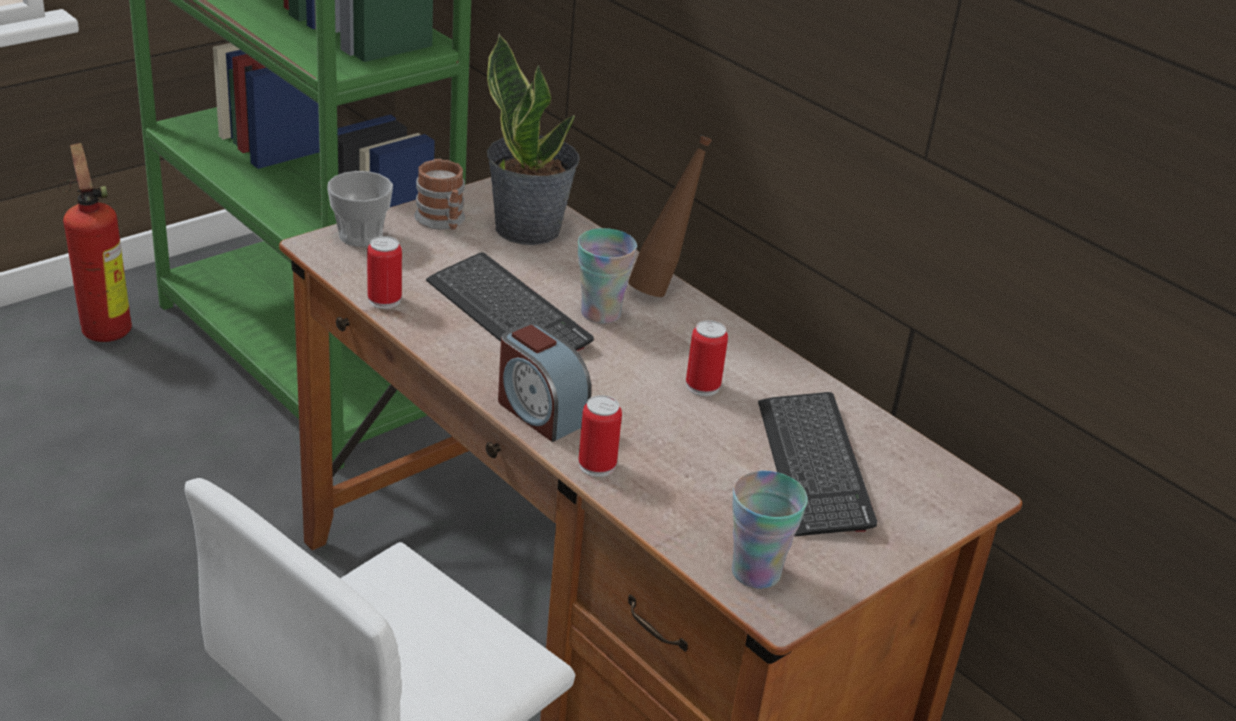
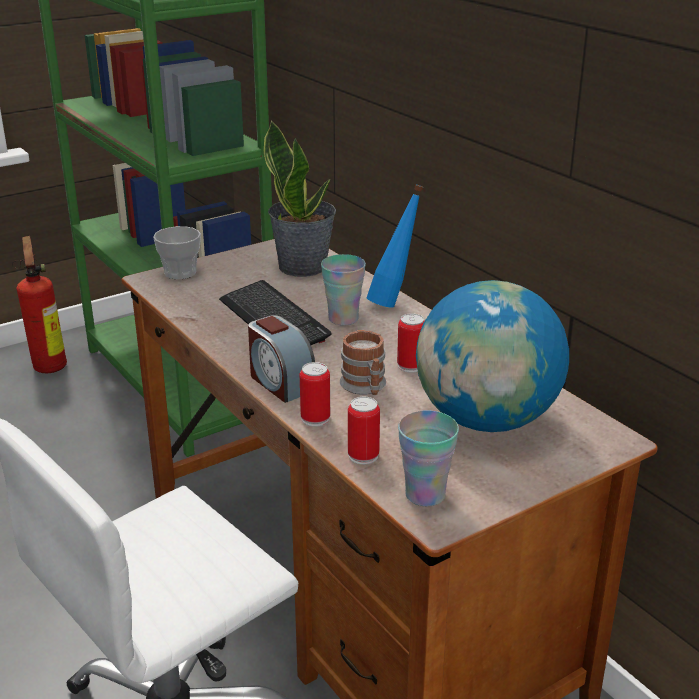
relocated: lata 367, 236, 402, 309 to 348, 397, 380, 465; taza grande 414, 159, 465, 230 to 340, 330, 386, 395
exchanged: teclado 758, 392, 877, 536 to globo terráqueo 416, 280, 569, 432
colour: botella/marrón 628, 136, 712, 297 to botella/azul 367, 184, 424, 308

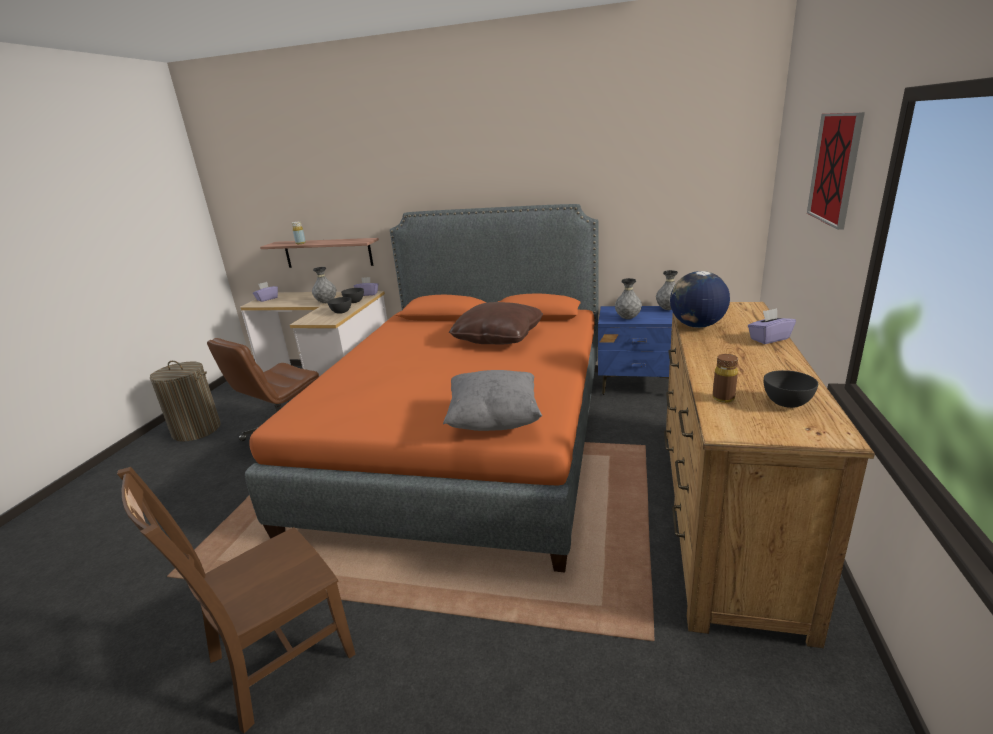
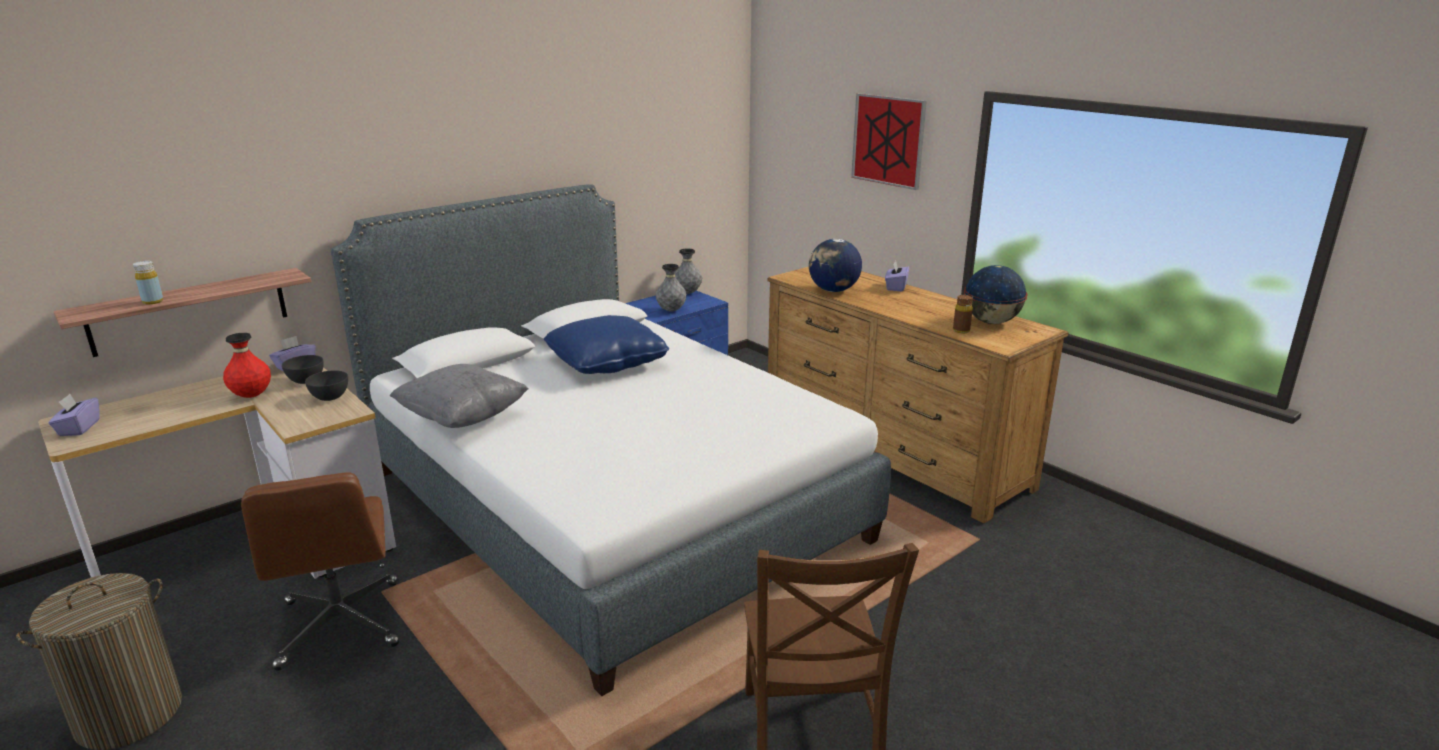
relocated: cojín/gris 443, 370, 542, 431 to 390, 364, 529, 428
exchanged: cuenco/gris 764, 370, 818, 408 to globo terráqueo 964, 265, 1028, 324
colour: cama/naranja 245, 204, 599, 573 to cama/blanco 331, 184, 891, 696; florero/gris 312, 267, 336, 303 to florero/rojo 223, 333, 271, 398; cojín/marrón 449, 302, 543, 345 to cojín/azul 544, 315, 669, 374

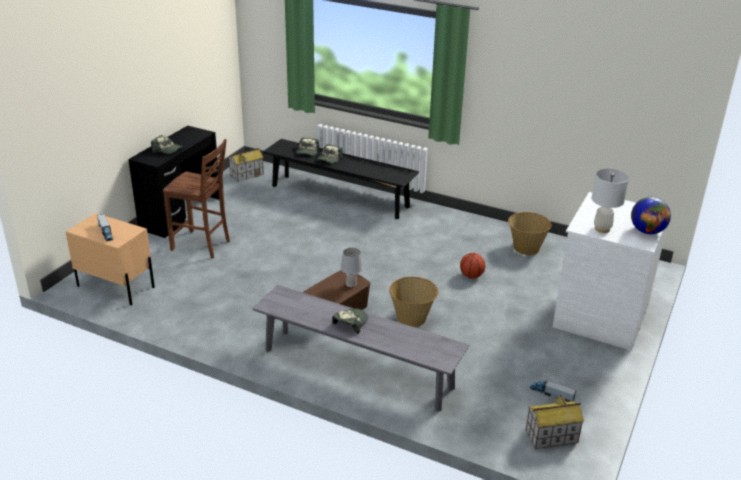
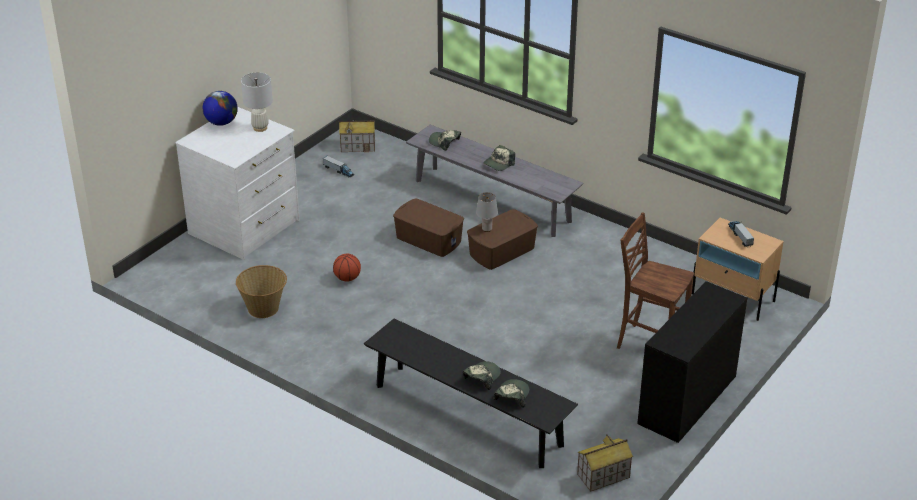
relocated: gorra 151, 135, 183, 154 to 429, 130, 461, 151
exchanged: cesta 389, 277, 438, 327 to caja de almacenaje/marrón 393, 199, 464, 257

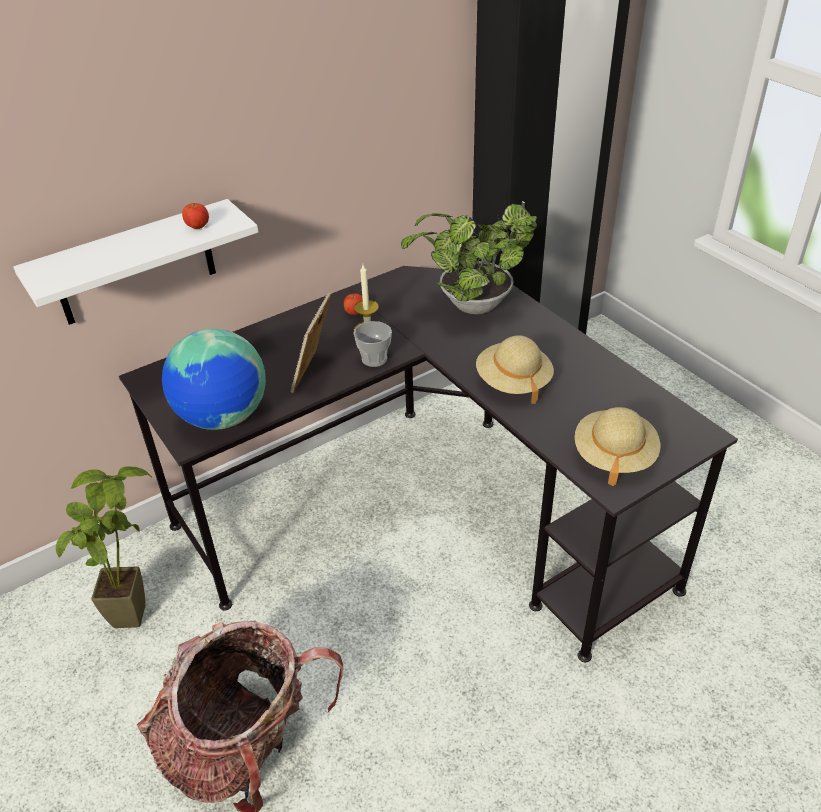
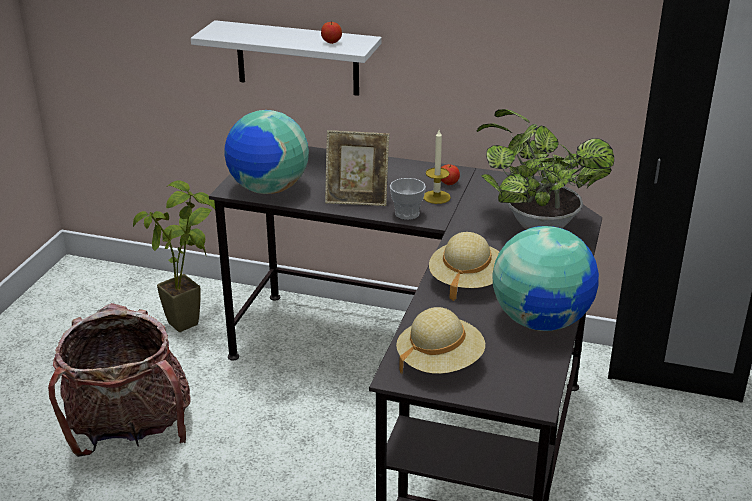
appeared: globo terráqueo 492, 226, 599, 331
spun: portarretratos 291, 293, 331, 393 = 325, 130, 389, 206 150 degrees counterclockwise

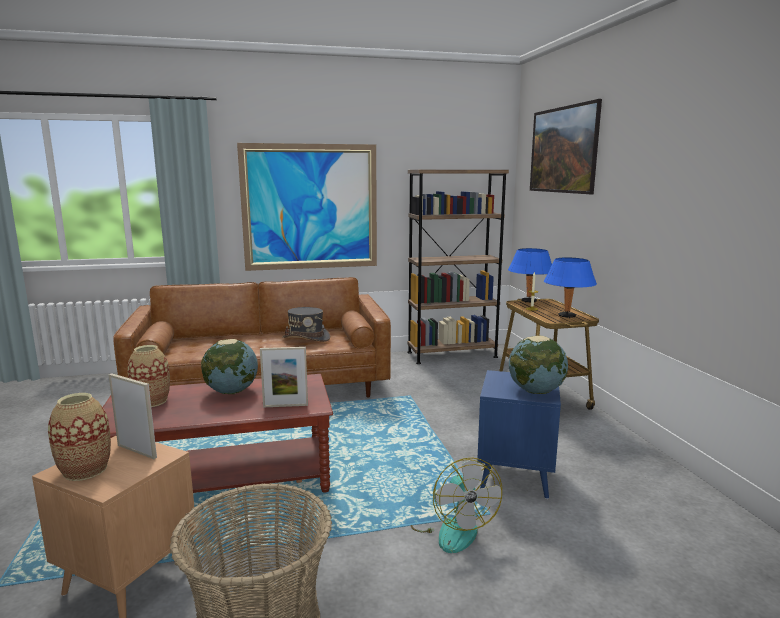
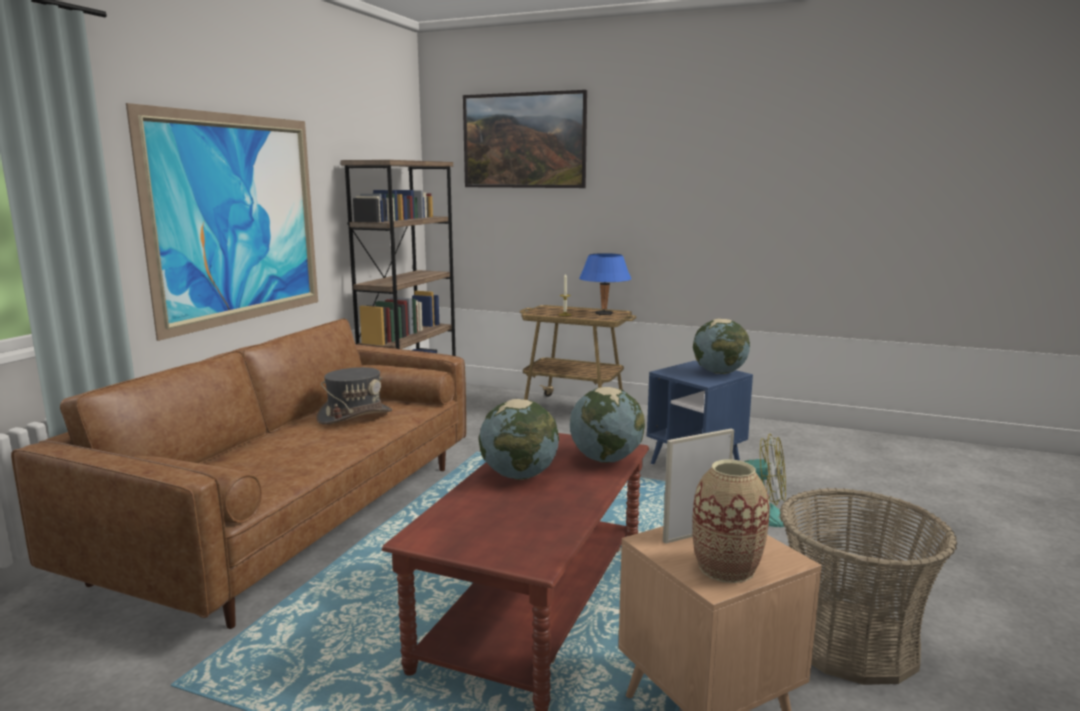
missing: florero 127, 345, 170, 407; lámpara de mesa/azul 508, 248, 552, 302
exchanged: portarretratos 260, 347, 308, 407 to globo terráqueo 570, 387, 645, 463

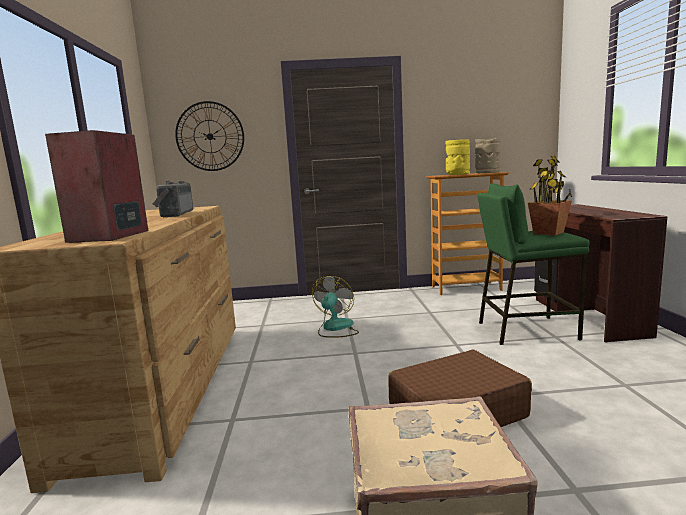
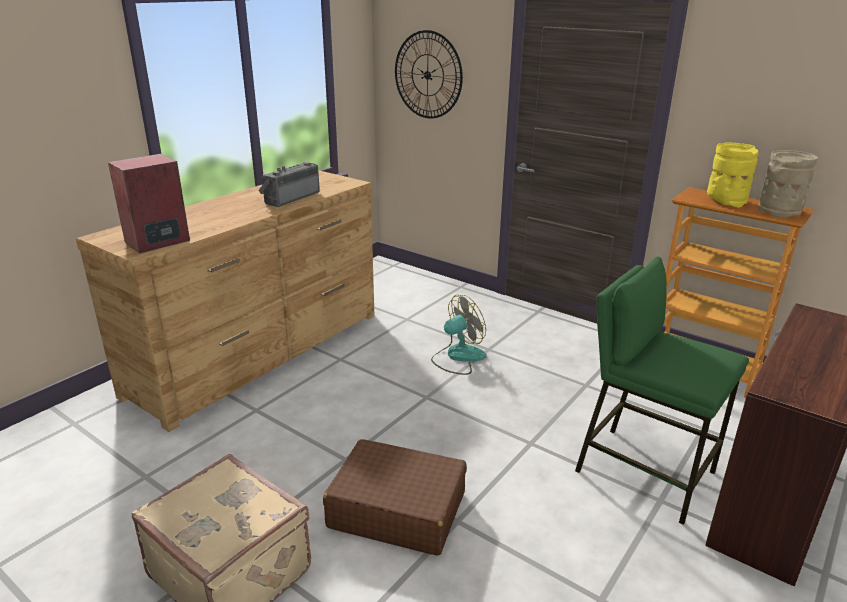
missing: planta en maceta 528, 156, 572, 236

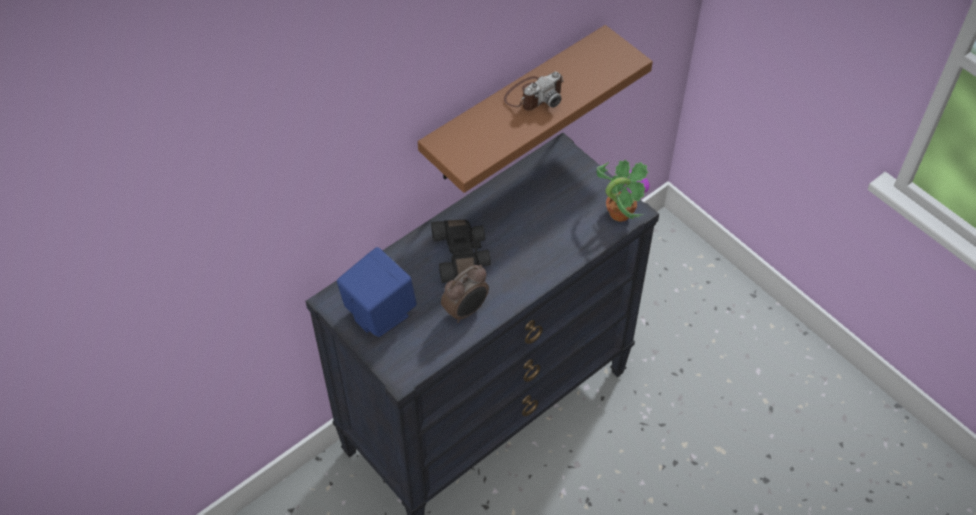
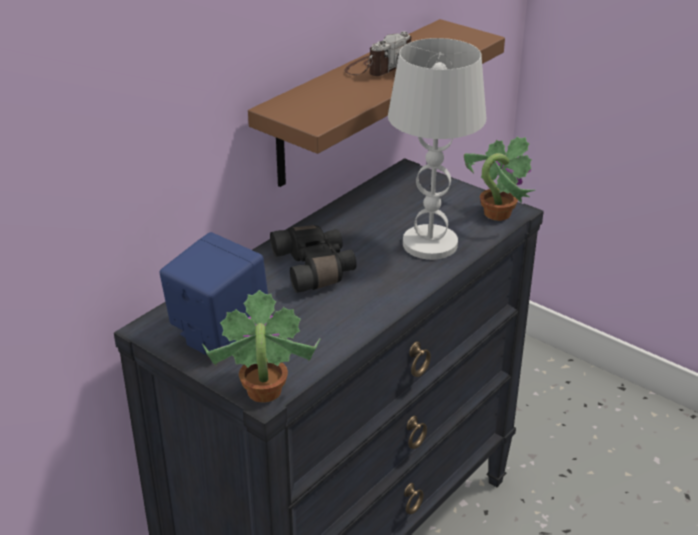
missing: despertador 441, 265, 489, 323
appeared: planta en maceta 202, 290, 320, 402; lámpara de mesa/blanco 388, 38, 486, 260

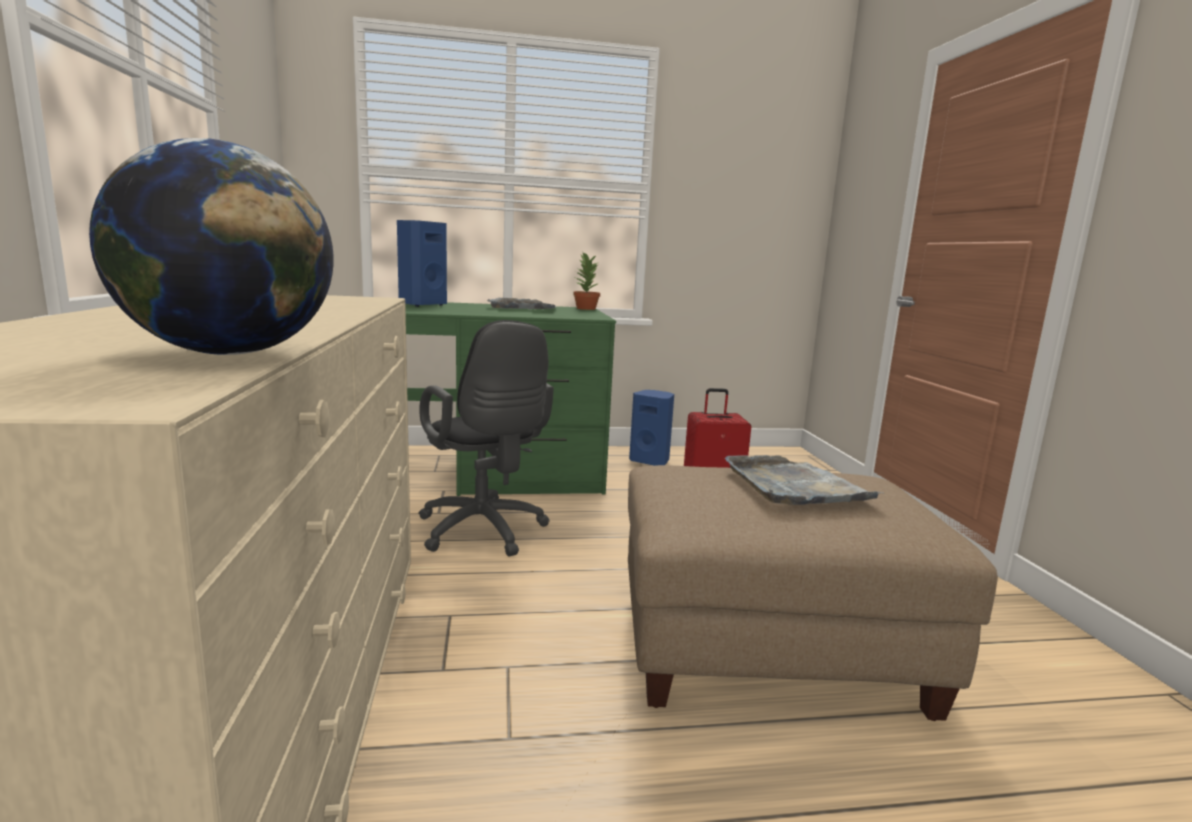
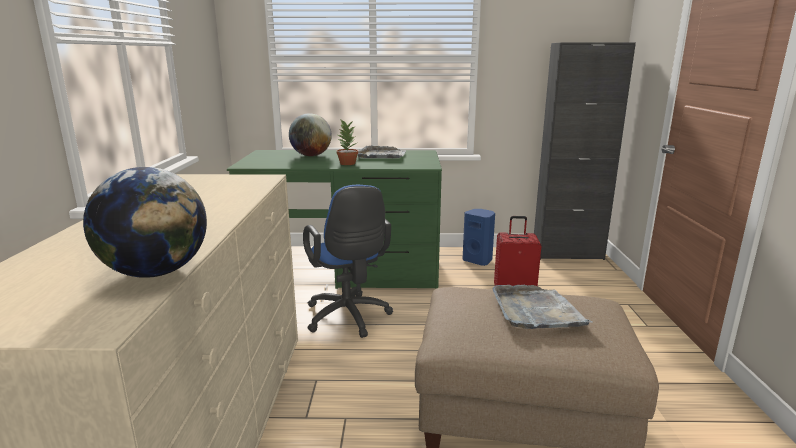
appeared: armario/negro 534, 43, 636, 260
relocated: planta en maceta 573, 253, 600, 310 to 336, 119, 358, 165
exchanged: altavoz/azul 397, 220, 447, 307 to globo terráqueo 289, 113, 332, 156
colour: silla de oficina/negro 418, 320, 554, 556 to silla de oficina/azul 303, 185, 393, 338

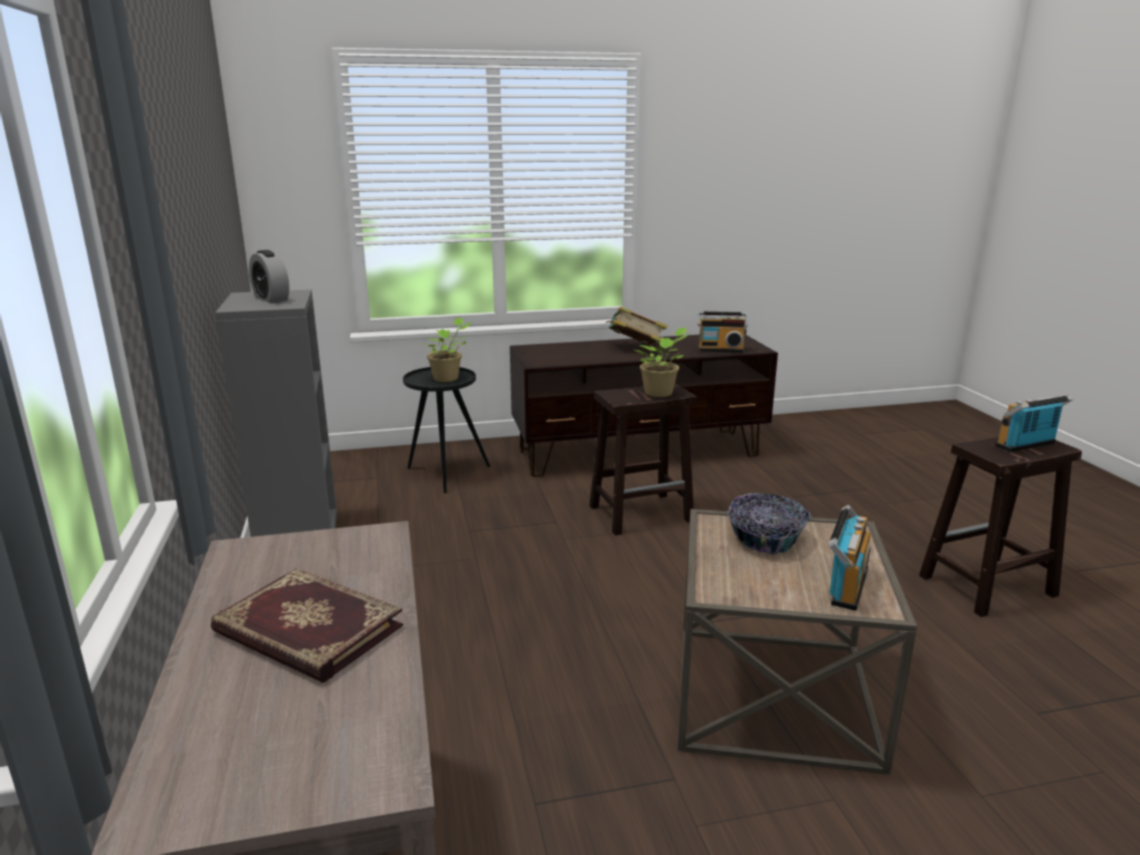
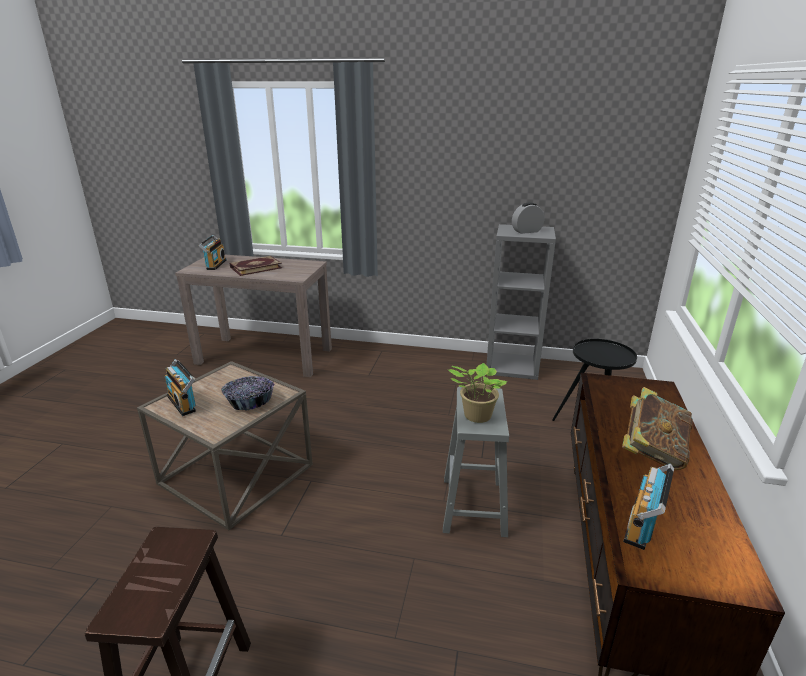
missing: planta en maceta 426, 318, 473, 382
relocated: radio 995, 395, 1073, 452 to 199, 235, 226, 270
colour: taburete/marrón 589, 383, 696, 536 to taburete/gris 443, 387, 509, 537

